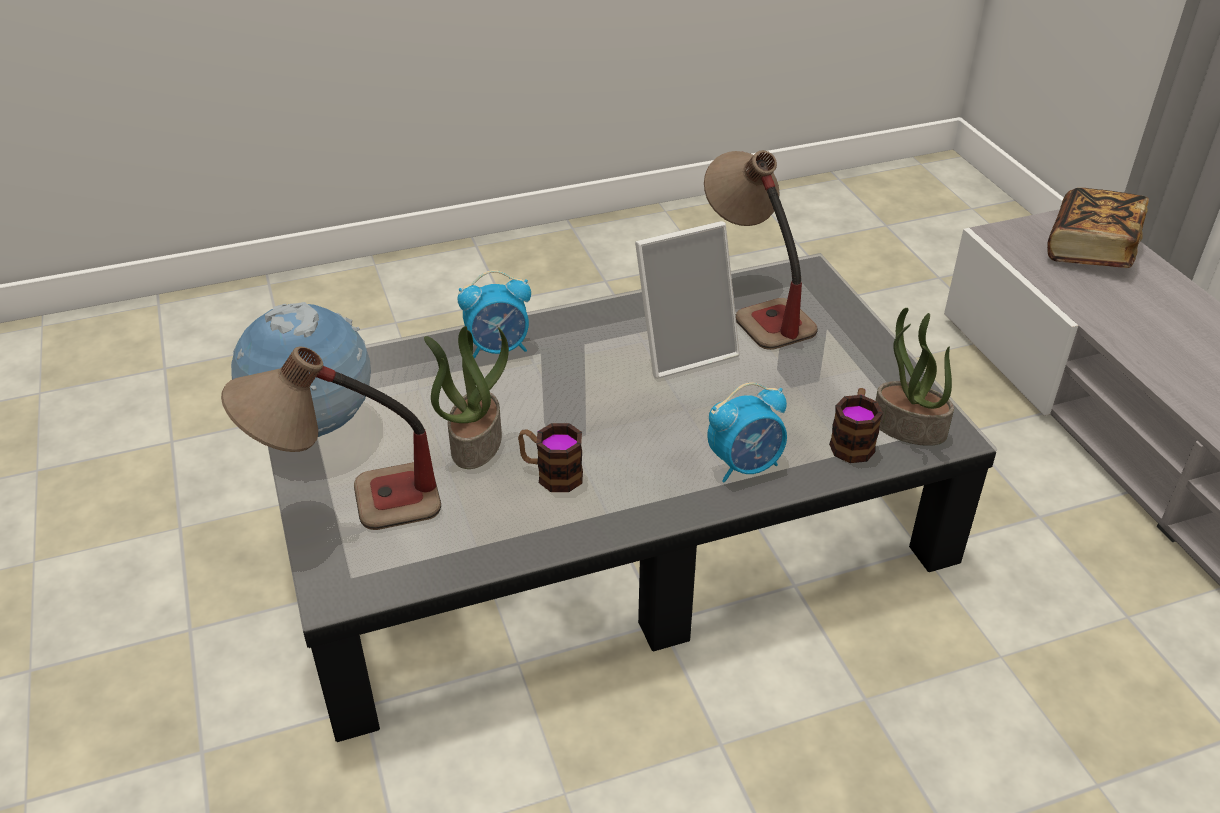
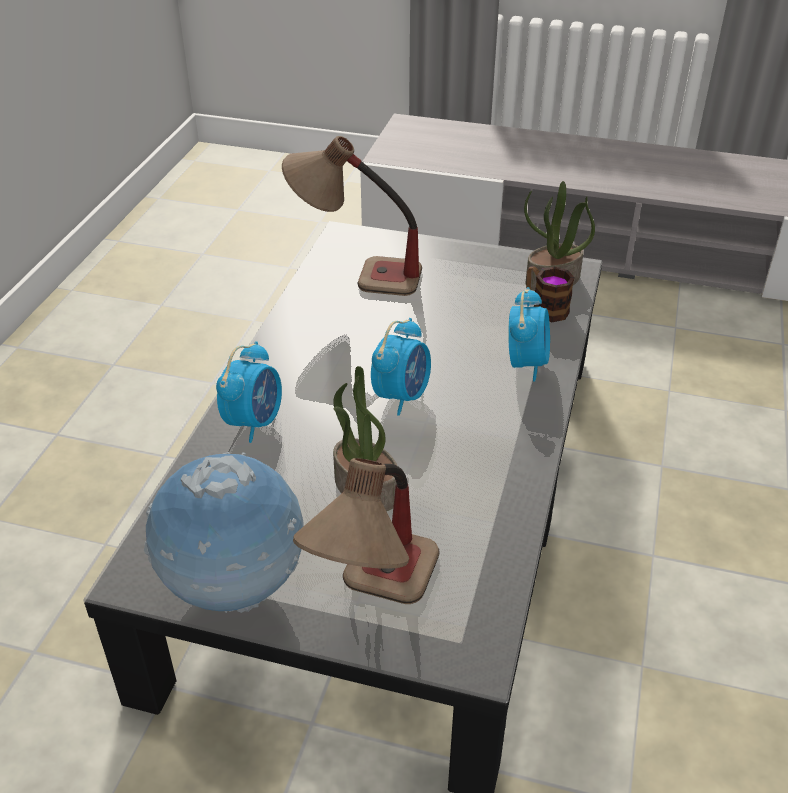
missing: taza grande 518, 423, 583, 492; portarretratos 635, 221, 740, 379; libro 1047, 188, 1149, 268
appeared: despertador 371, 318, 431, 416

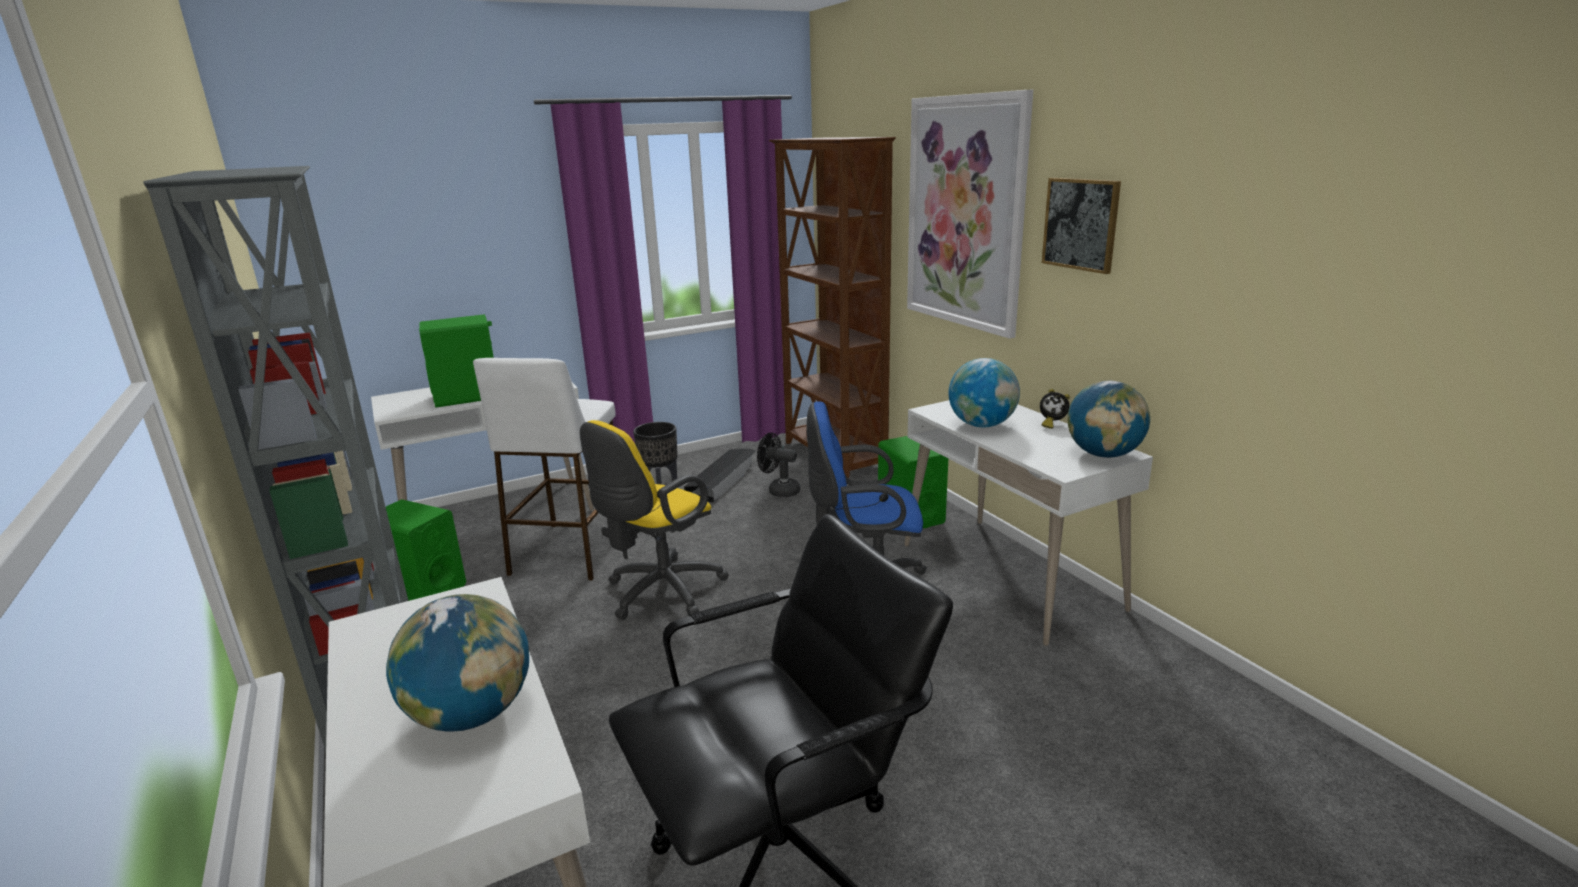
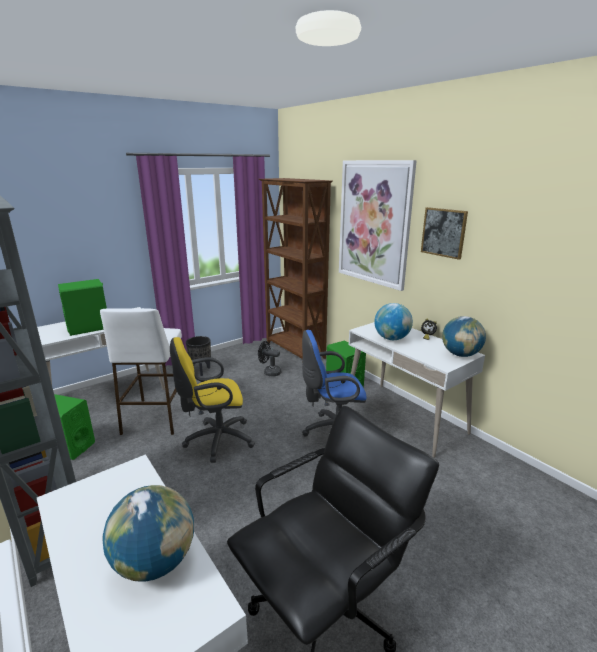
missing: caja de almacenaje/negro 684, 448, 756, 503
spun: silla de oficina/amarillo 580, 420, 729, 620 = 170, 337, 255, 463 45 degrees clockwise

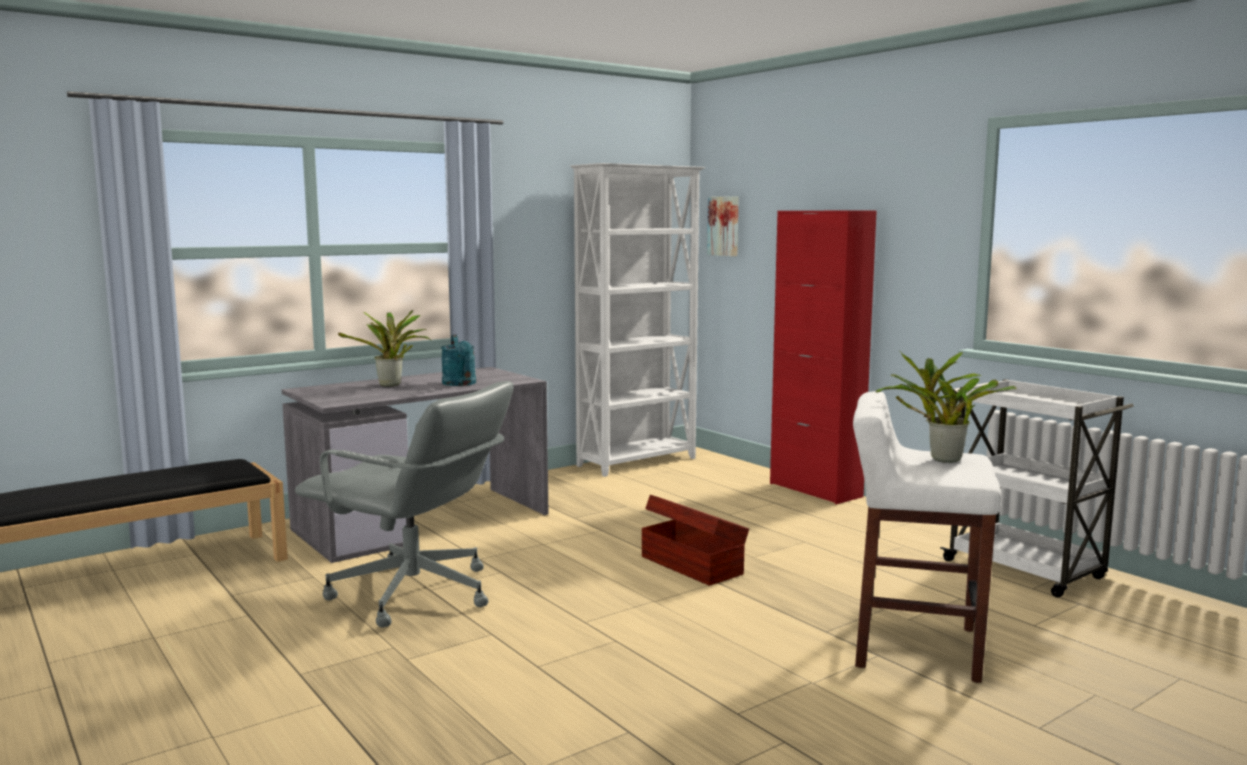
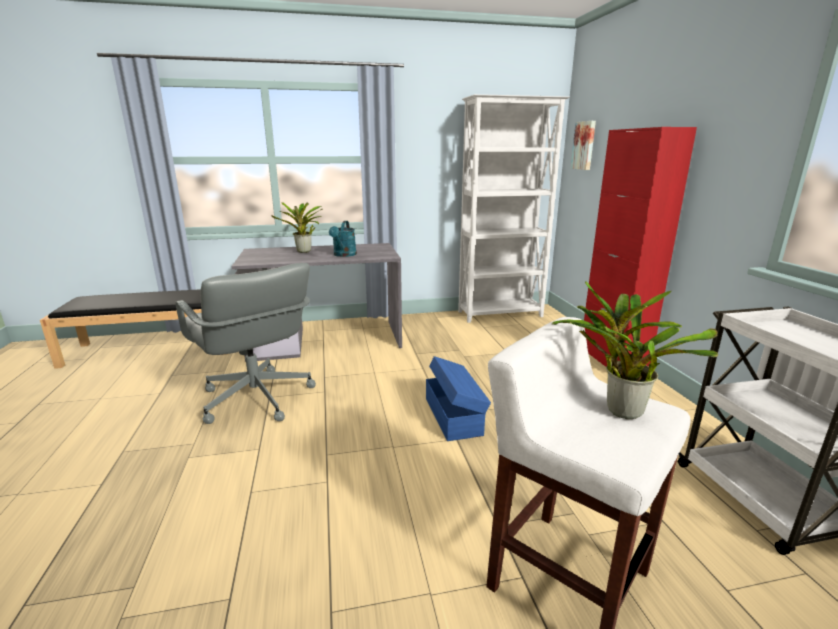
colour: caja de almacenaje/marrón 642, 495, 749, 586 to caja de almacenaje/azul 426, 356, 491, 441

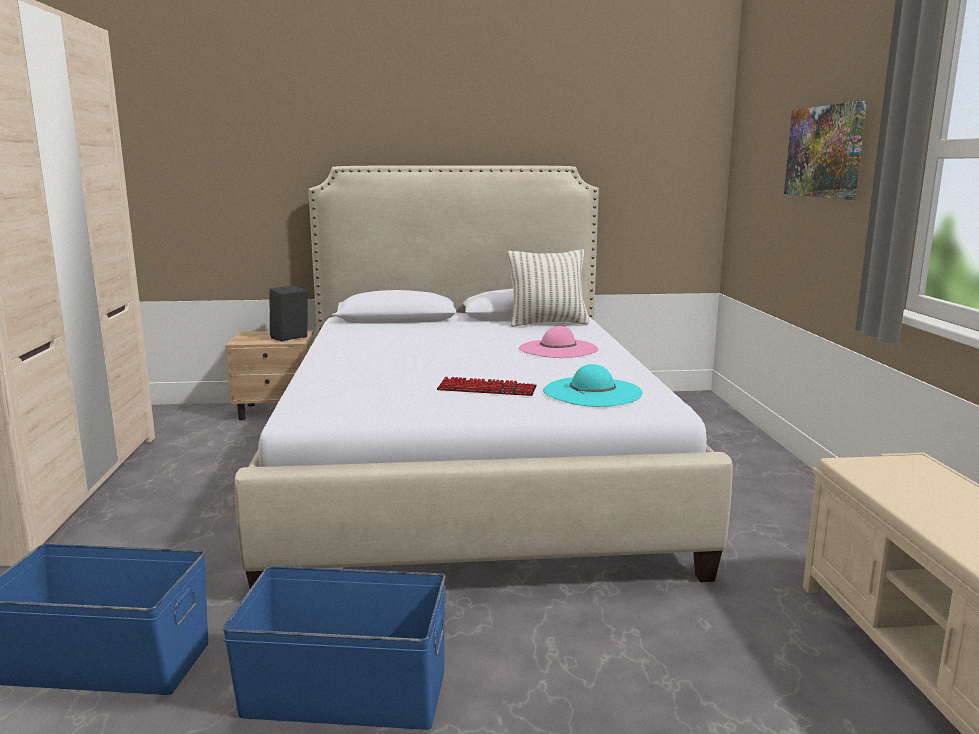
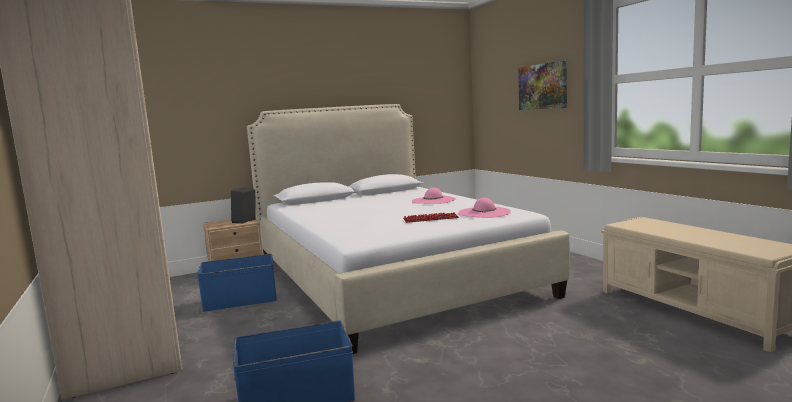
missing: cojín 507, 249, 589, 327
relocated: caja de almacenaje/azul 222, 566, 446, 730 to 197, 254, 277, 312
colour: sombrero/turquesa 543, 364, 642, 407 to sombrero/rosa 458, 198, 511, 218

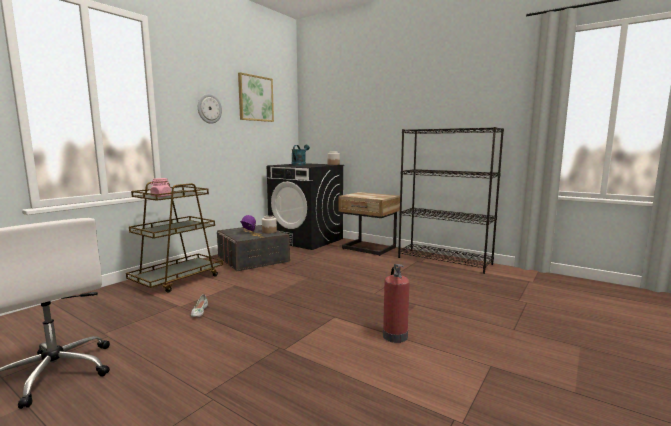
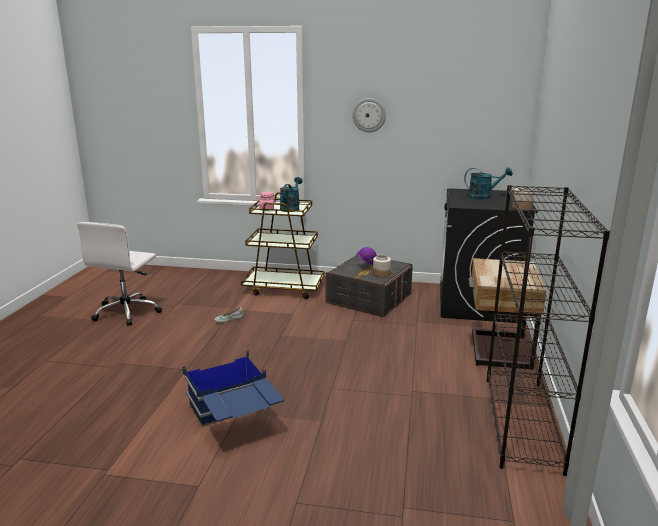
missing: cuadro 238, 72, 274, 122
appeared: regadera/turquesa 280, 177, 302, 212
exchanged: extintor 383, 264, 410, 343 to caja de almacenaje/azul 183, 350, 284, 426

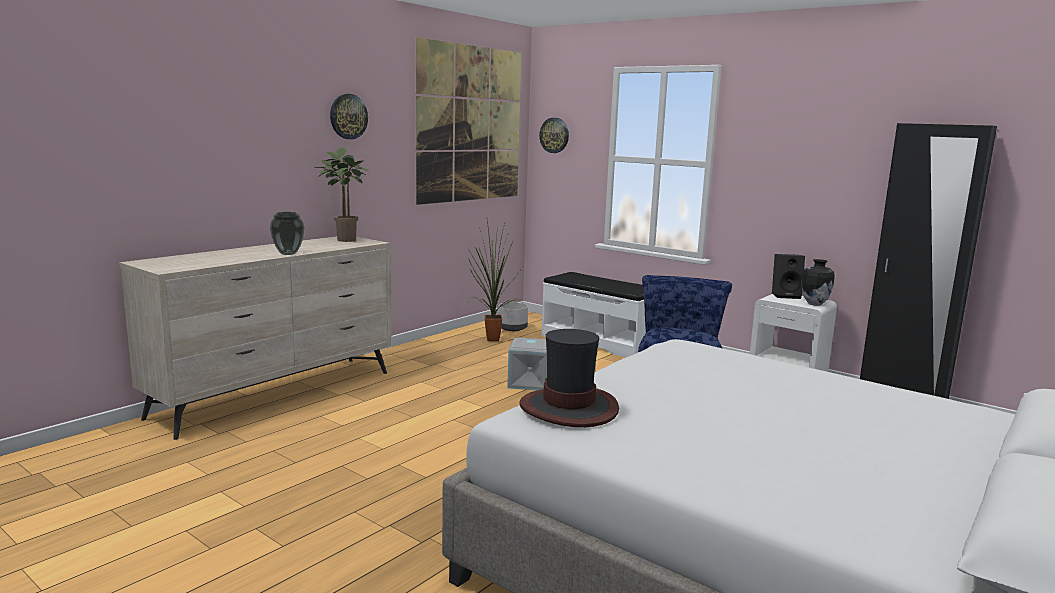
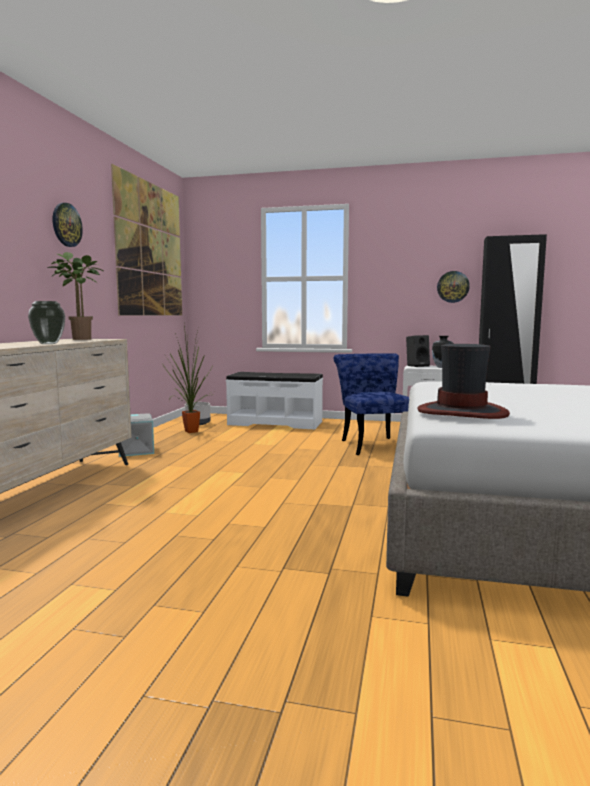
relocated: caja de almacenaje/gris 507, 337, 547, 390 to 119, 413, 154, 457; reloj de pared 539, 118, 569, 153 to 437, 271, 470, 303

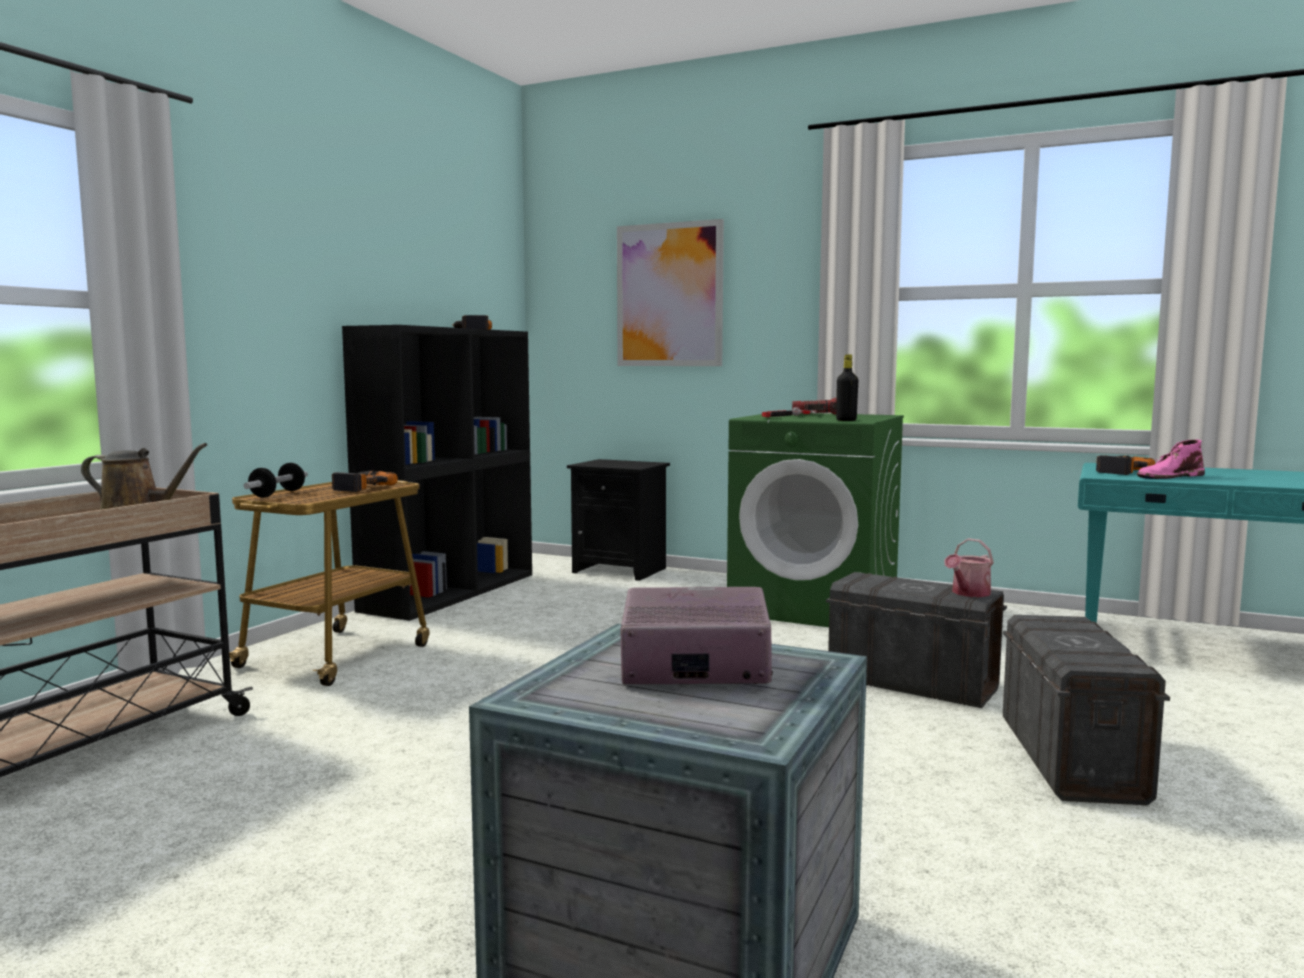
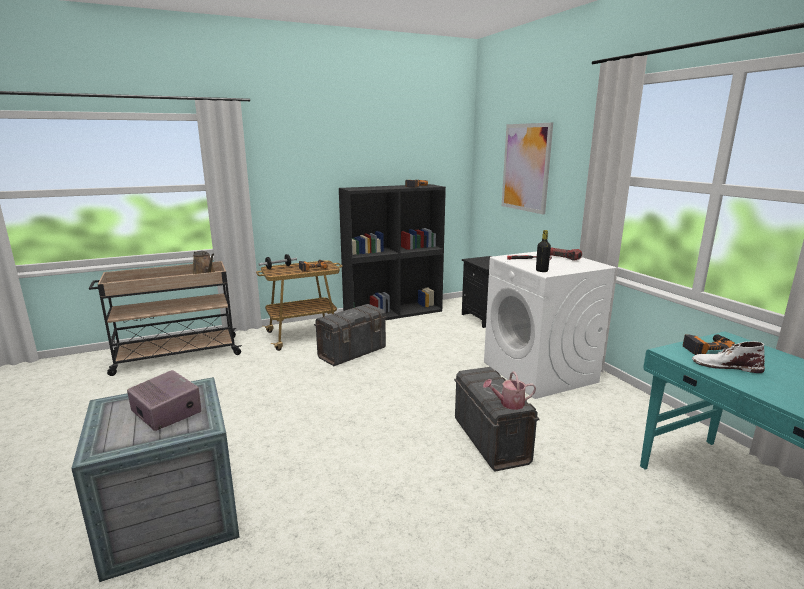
relocated: caja de almacenaje/gris 1003, 615, 1170, 805 to 314, 304, 387, 366
colour: lavadora/verde 727, 413, 904, 627 to lavadora/blanco 484, 251, 617, 399; bota/rosa 1137, 439, 1205, 479 to bota/blanco 692, 341, 765, 373

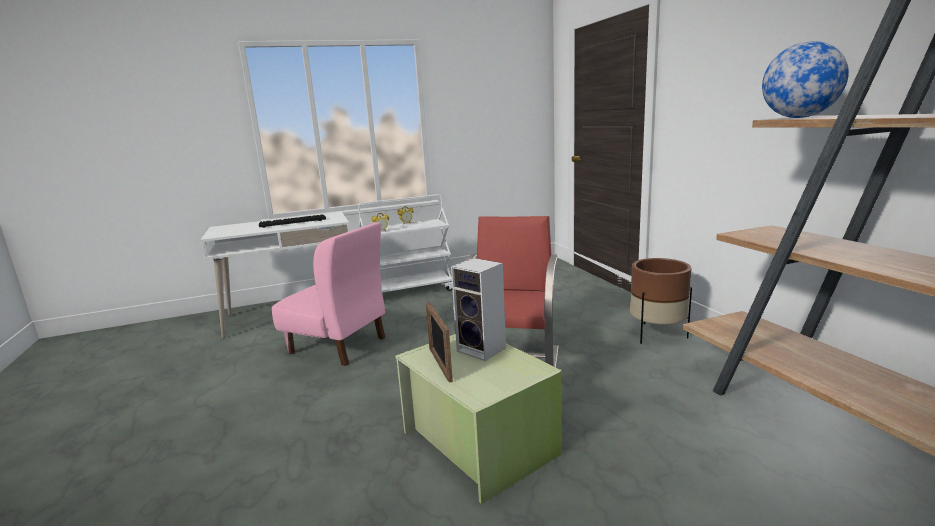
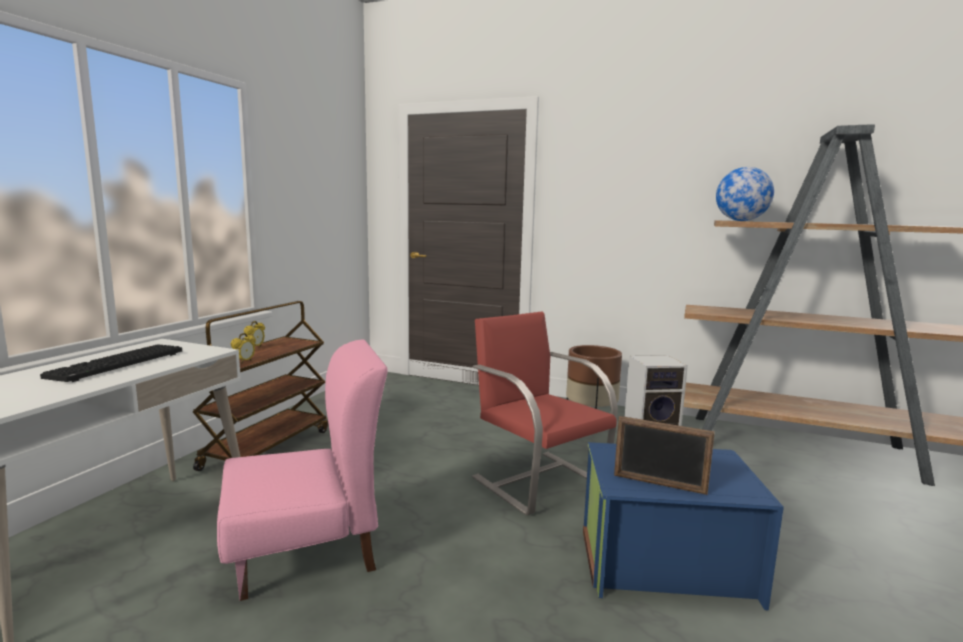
colour: carrito/blanco 358, 194, 452, 293 to carrito/marrón 193, 301, 328, 471; caja de almacenaje/verde 395, 334, 562, 504 to caja de almacenaje/azul 583, 442, 784, 611

